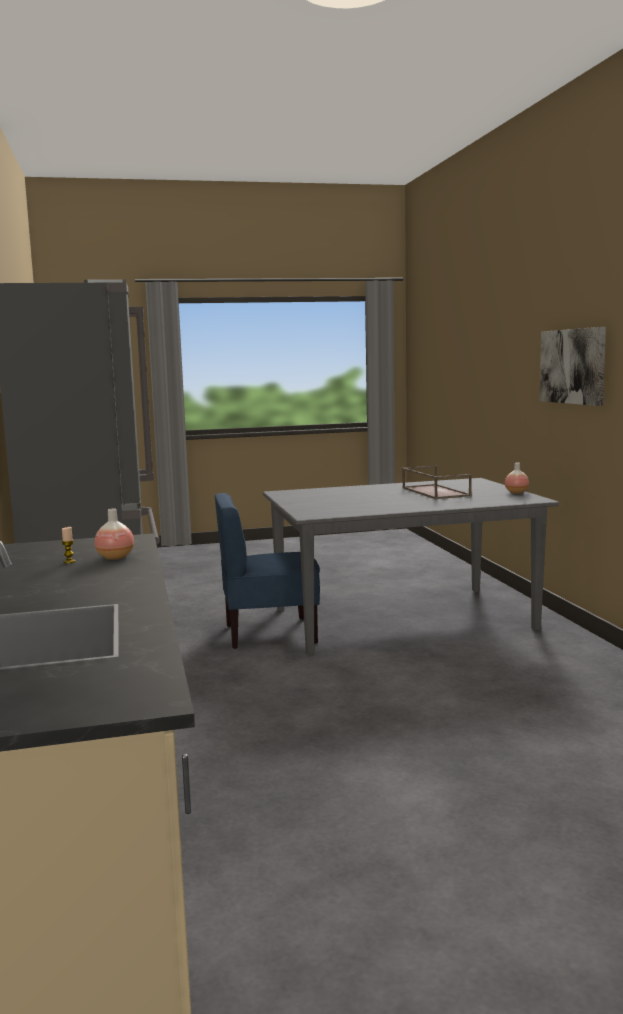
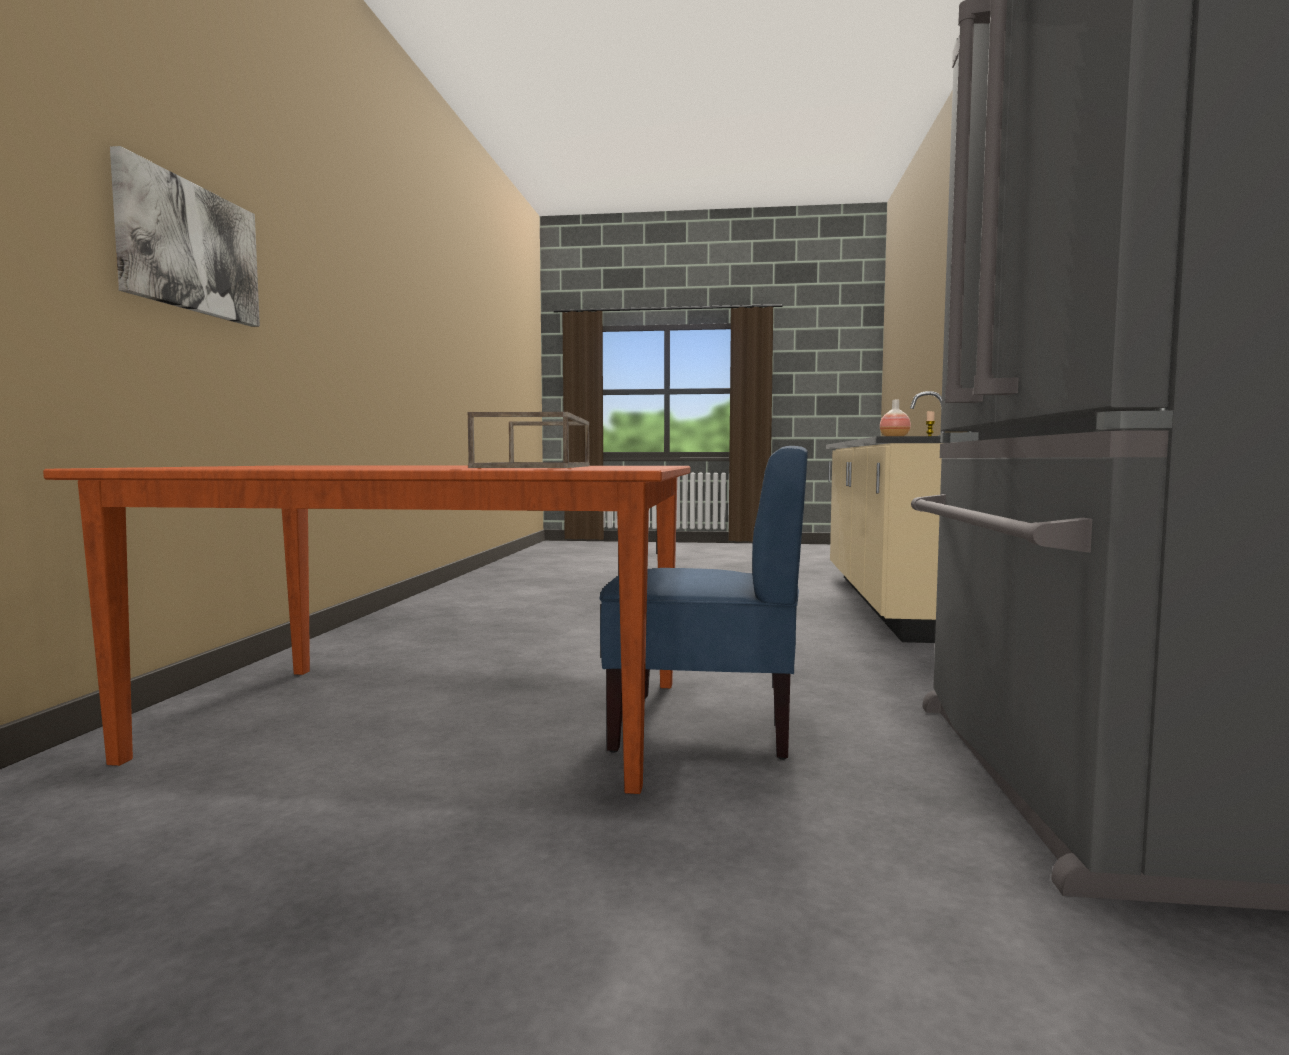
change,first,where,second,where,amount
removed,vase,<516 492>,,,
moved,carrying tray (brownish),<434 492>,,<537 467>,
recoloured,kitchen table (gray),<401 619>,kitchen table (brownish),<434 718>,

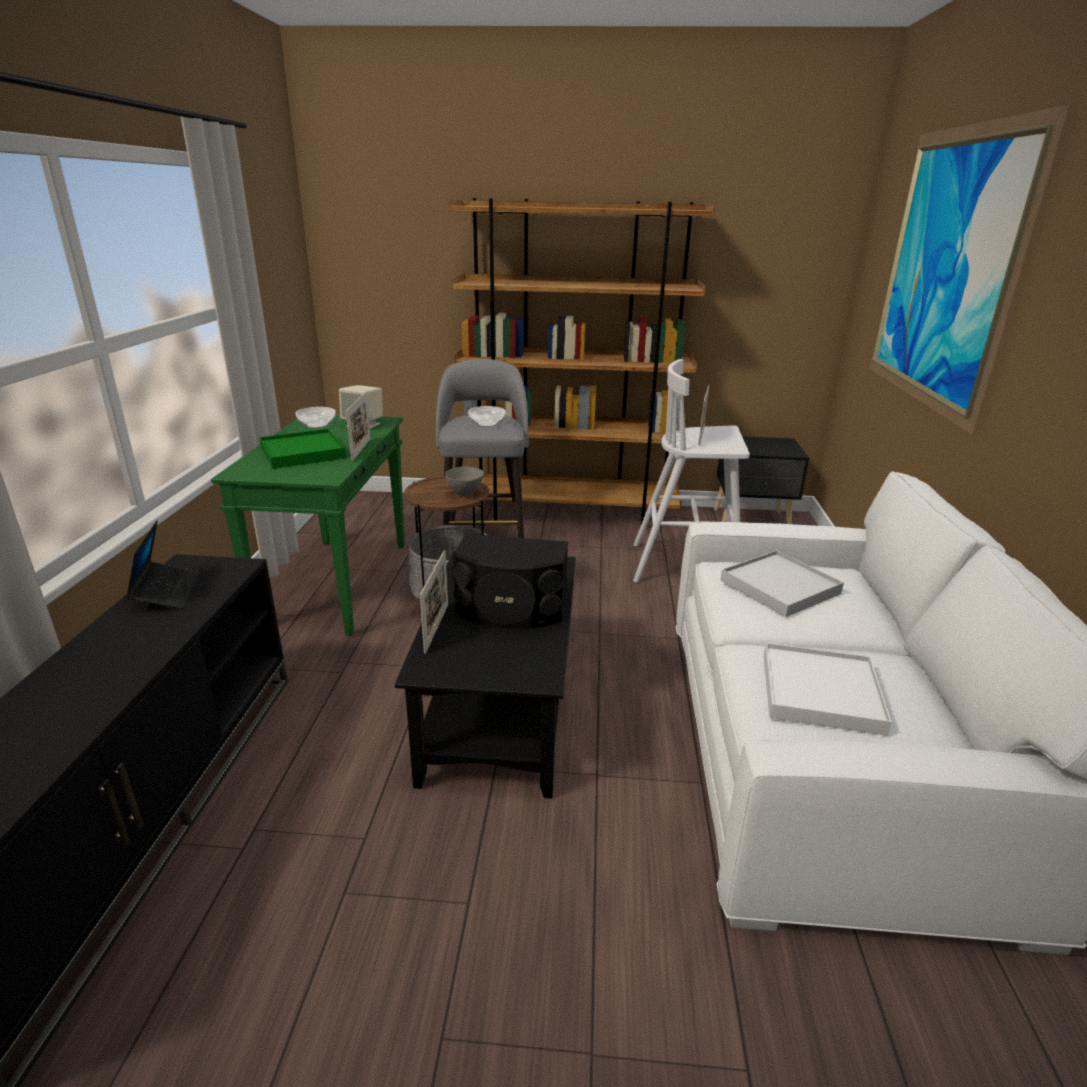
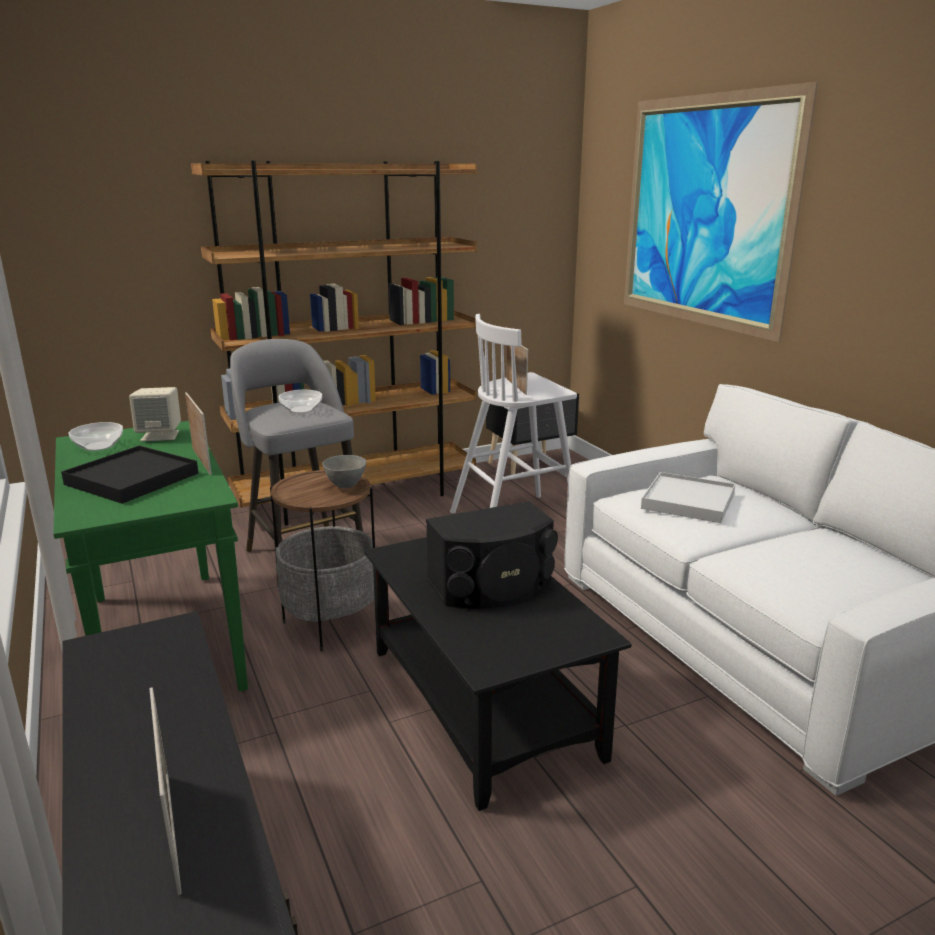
change,first,where,second,where,amount
removed,notebook computer,<166 592>,,,
removed,carrying tray (whitish),<820 692>,,,
moved,standing frame,<436 628>,,<172 830>,
recoloured,carrying tray (green),<302 453>,carrying tray (blackish),<132 479>,

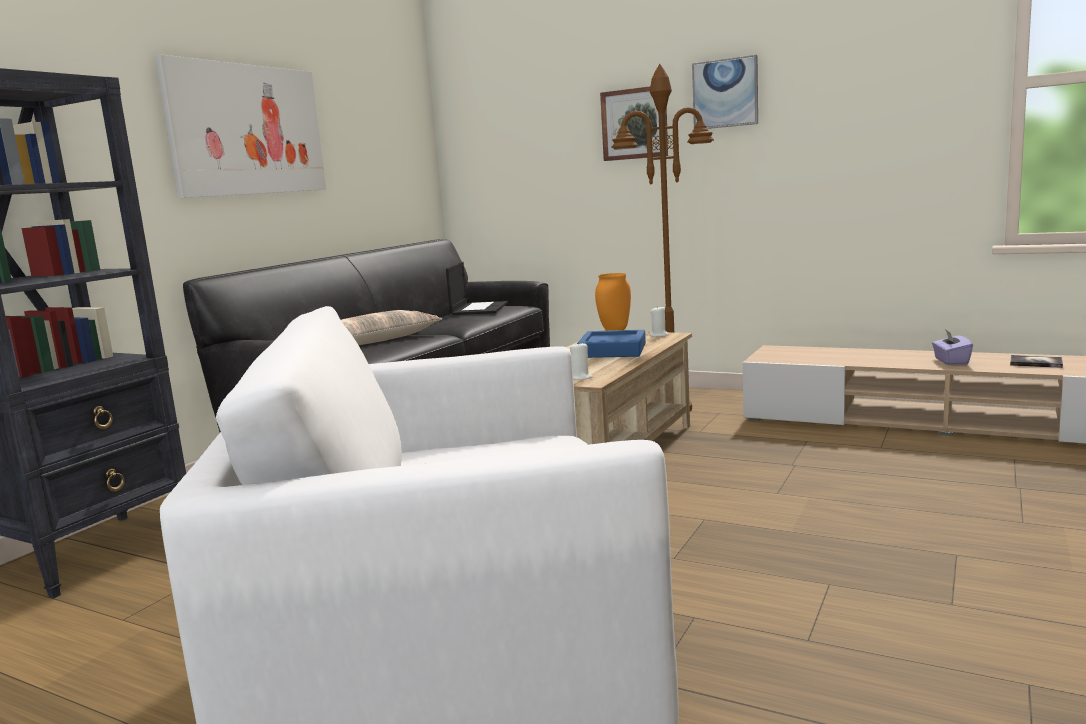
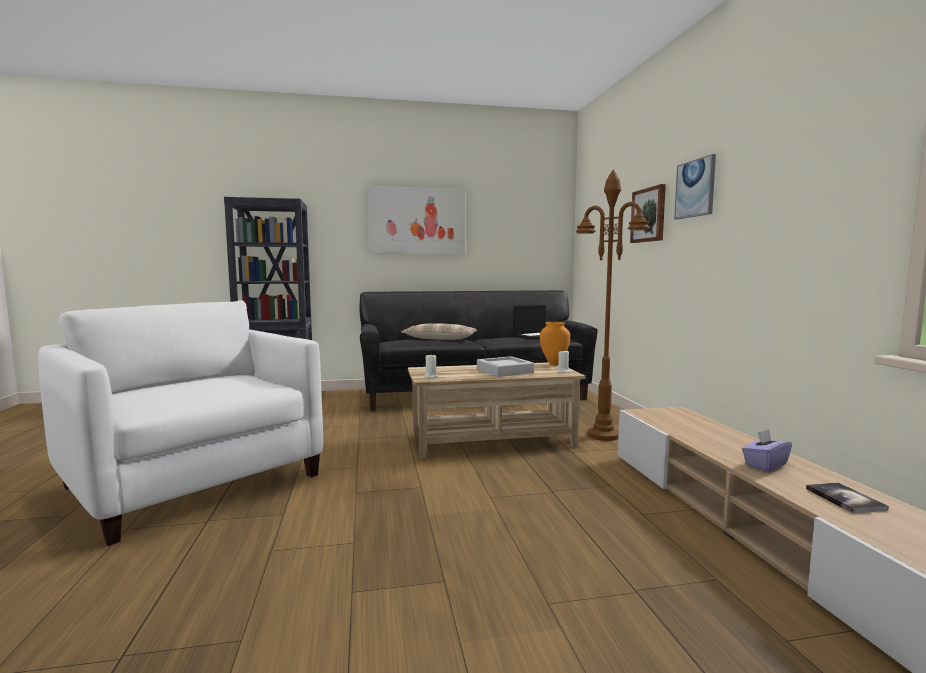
change,first,where,second,where,amount
recoloured,carrying tray (blue-coloured),<612 350>,carrying tray (gray),<504 371>,

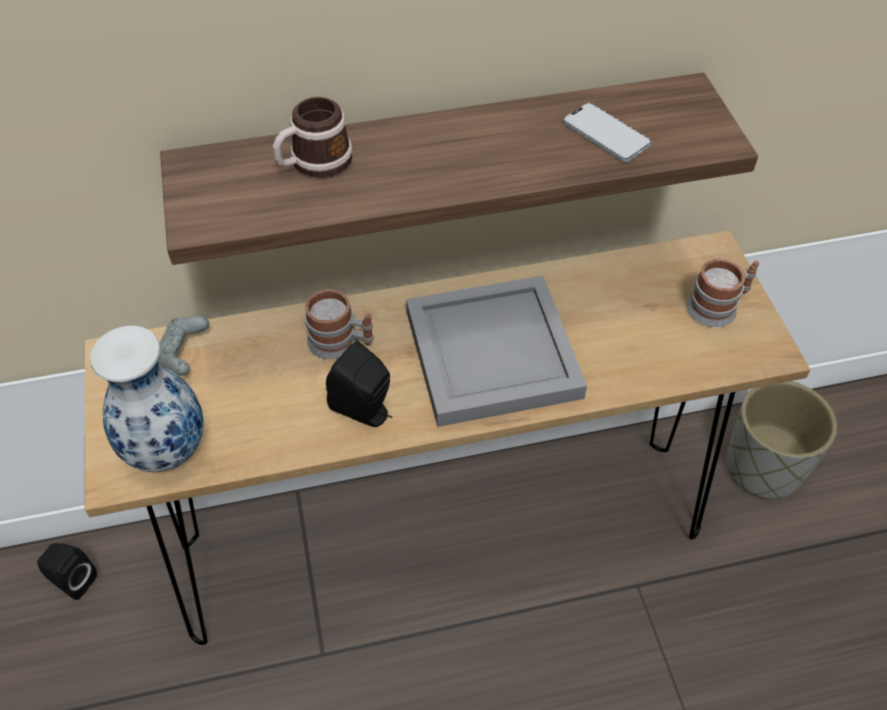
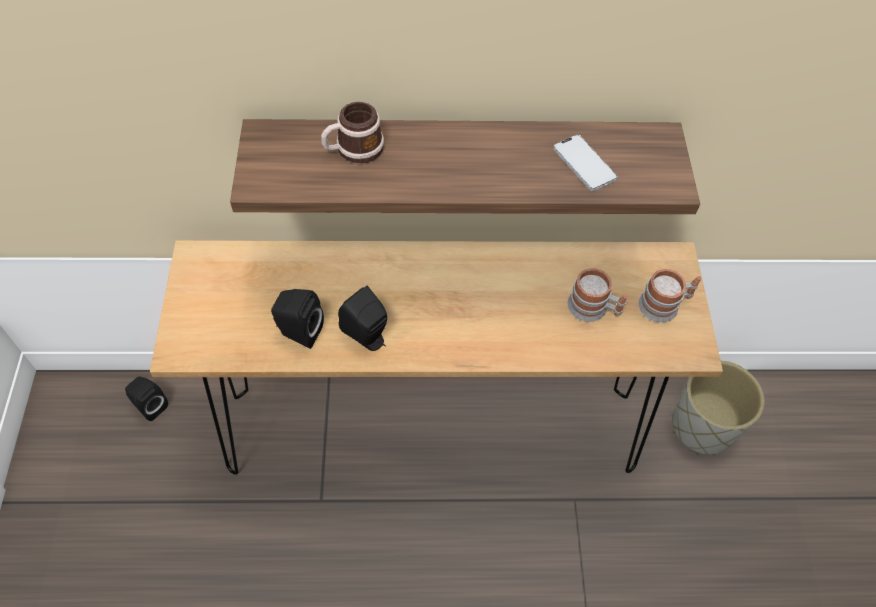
change,first,where,second,where,amount
removed,vase,<168 451>,,,
removed,game controller (gray),<182 356>,,,
removed,carrying tray (gray),<489 352>,,,
added,,,speaker (blackish),<298 332>,
moved,tea mug,<341 342>,,<593 308>,

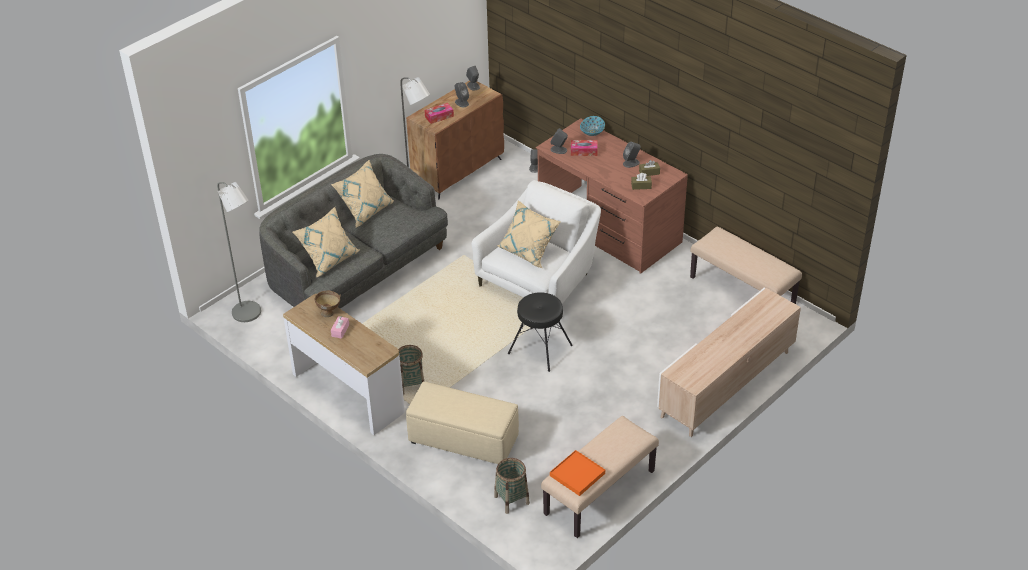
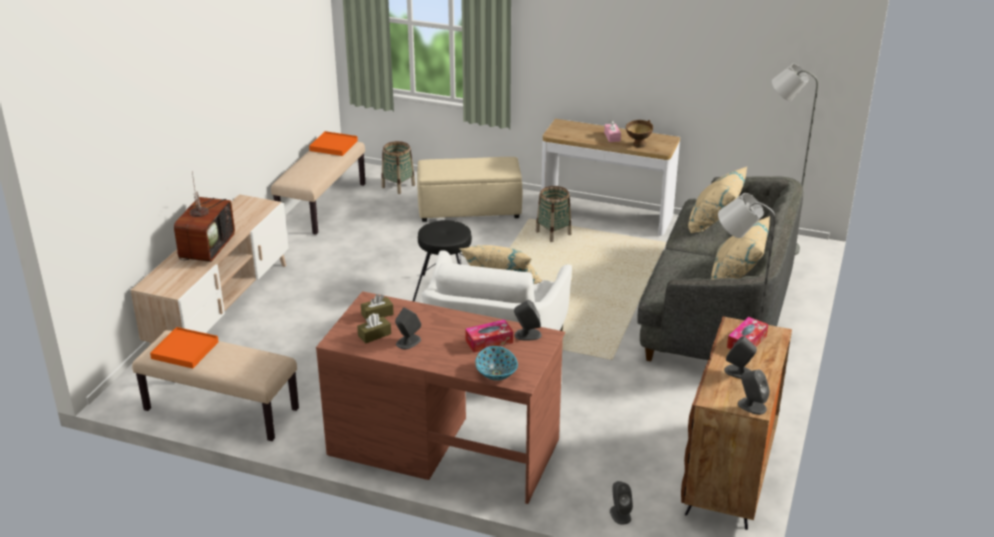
change,first,where,second,where,amount
added,,,carrying tray (orange-coloured),<185 350>,
added,,,TV set,<206 247>,

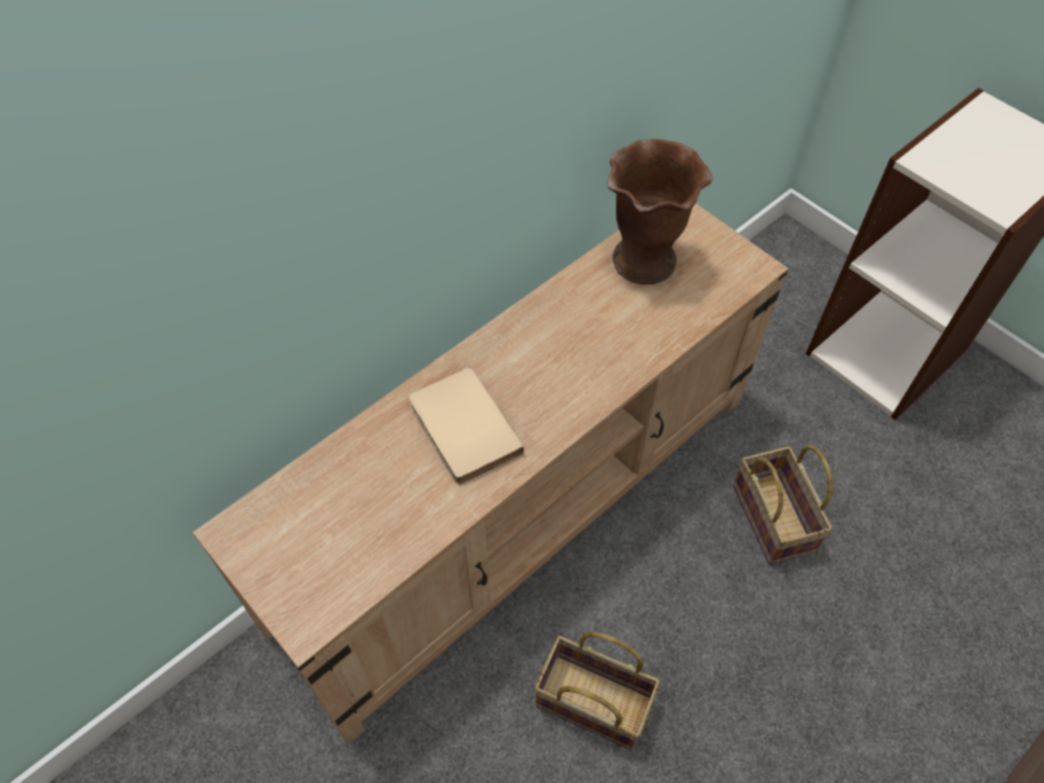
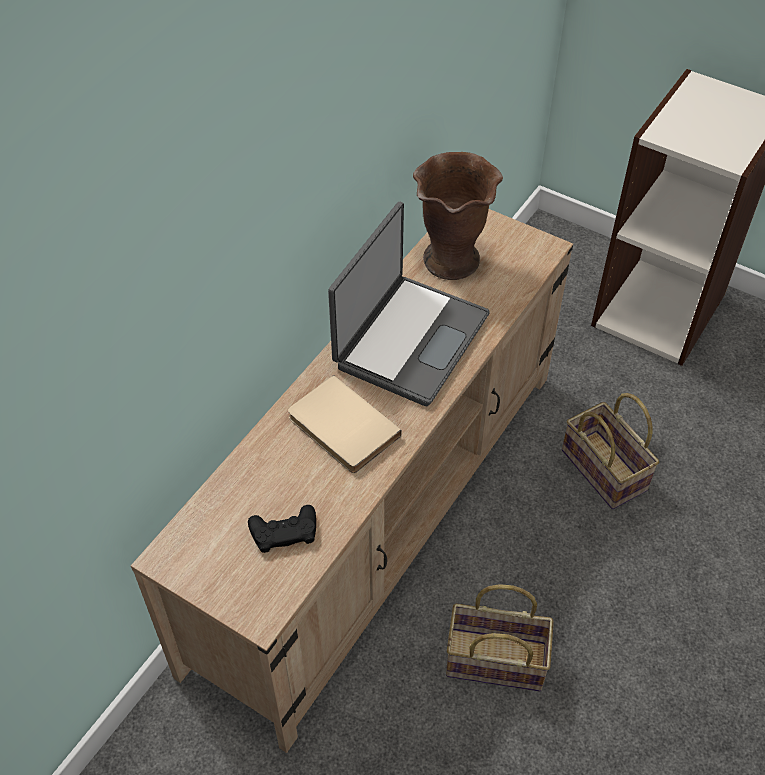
change,first,where,second,where,amount
added,,,game controller (blackish),<284 531>,
added,,,notebook computer,<409 339>,

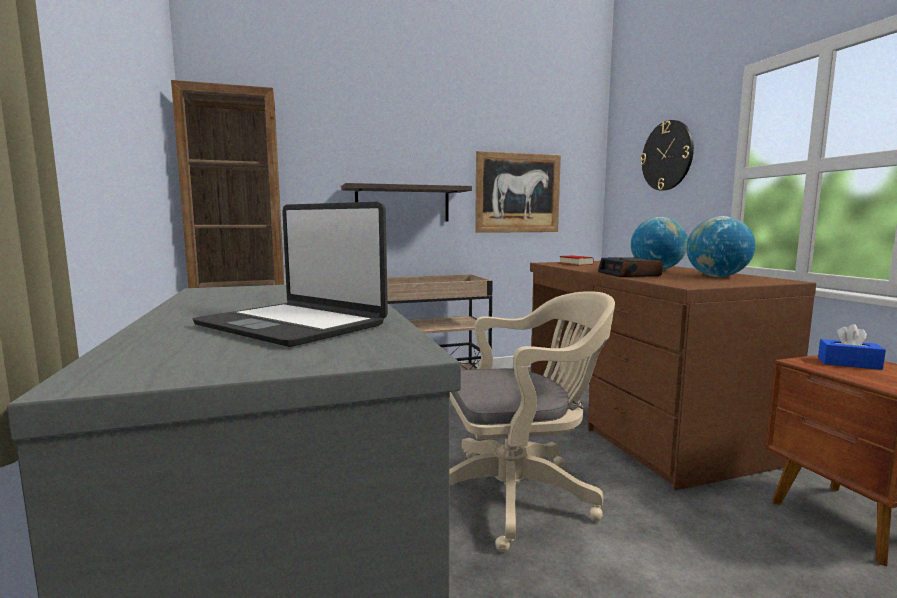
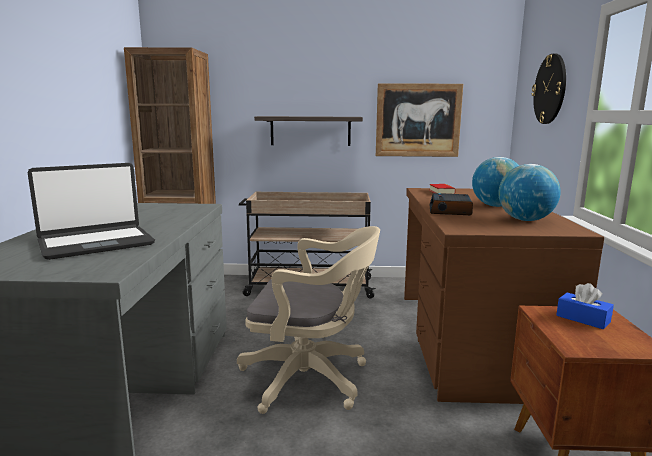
change,first,where,second,where,amount
turned,notebook computer,<293 325>,,<96 243>,90 degrees counterclockwise

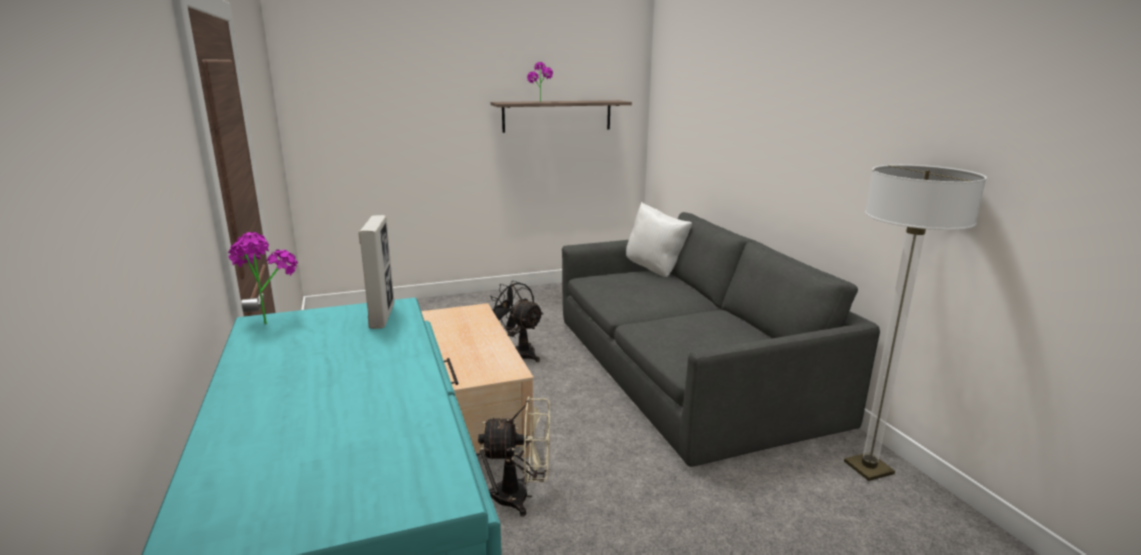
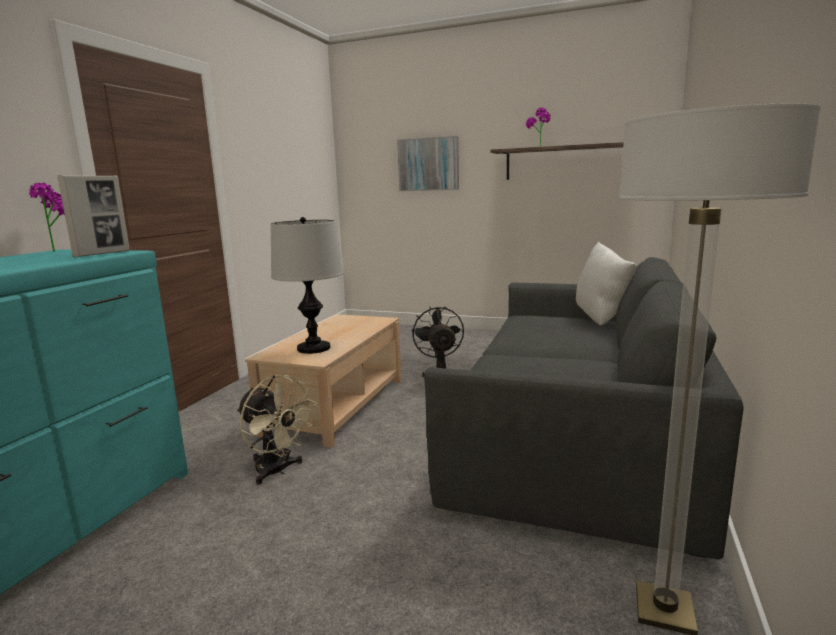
change,first,where,second,where,amount
added,,,table lamp,<313 348>,
added,,,wall art,<428 164>,

